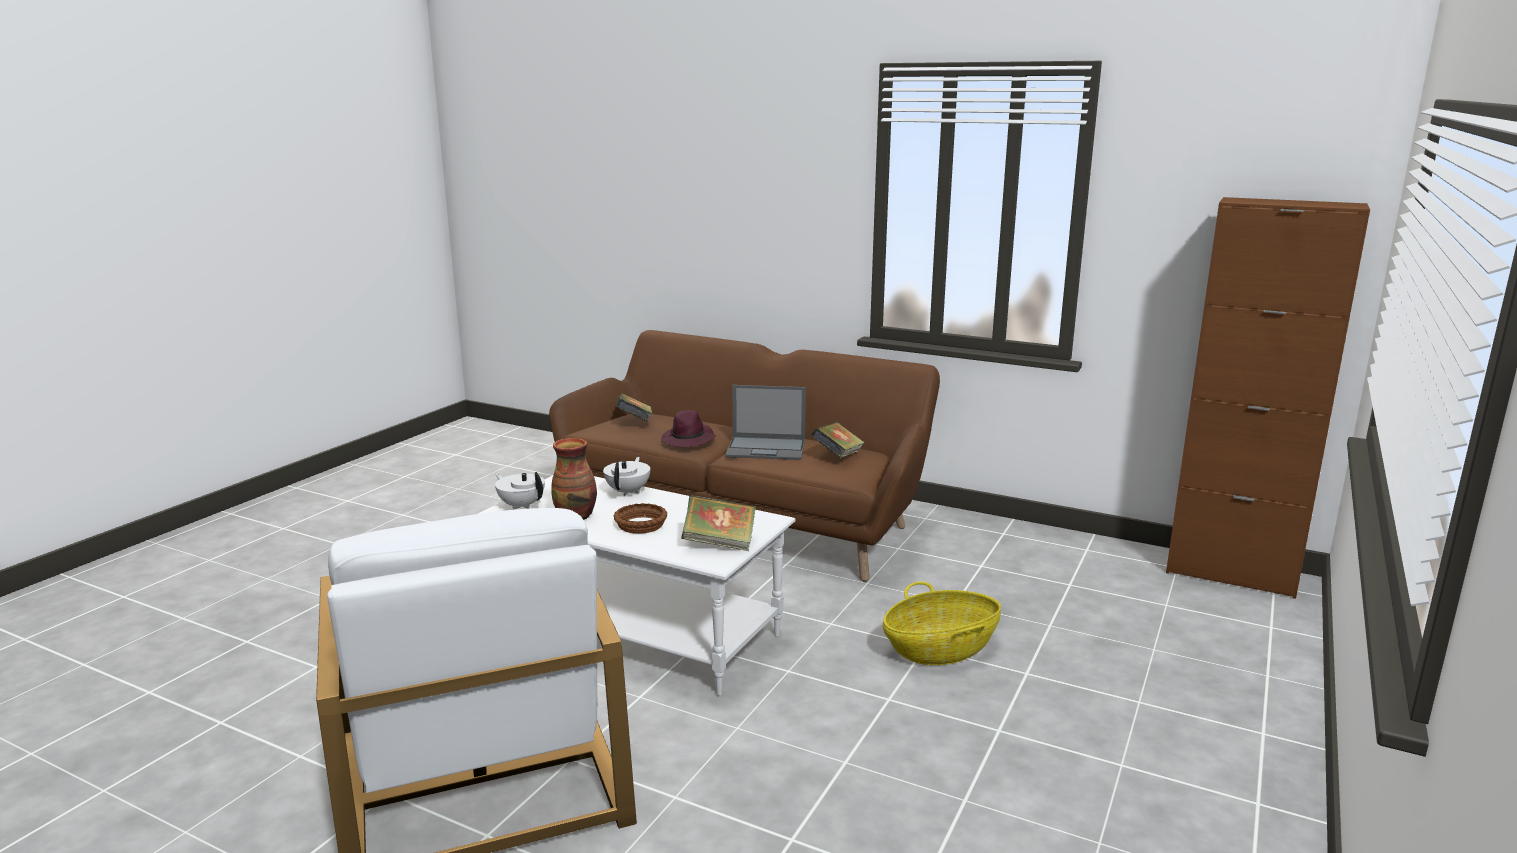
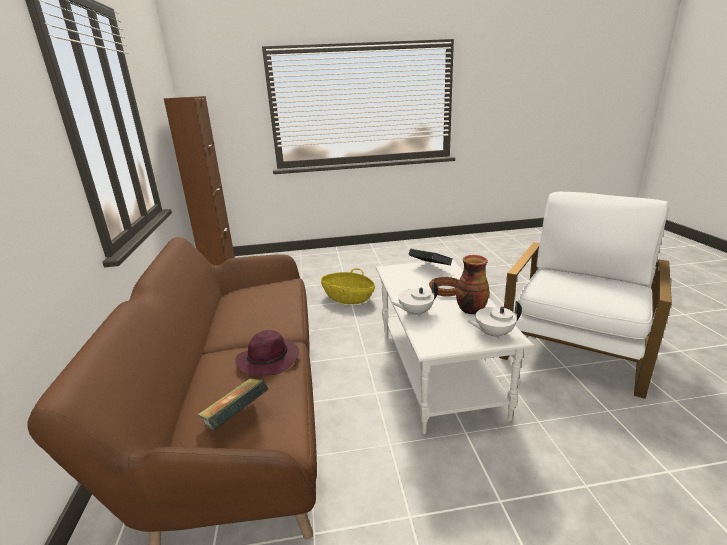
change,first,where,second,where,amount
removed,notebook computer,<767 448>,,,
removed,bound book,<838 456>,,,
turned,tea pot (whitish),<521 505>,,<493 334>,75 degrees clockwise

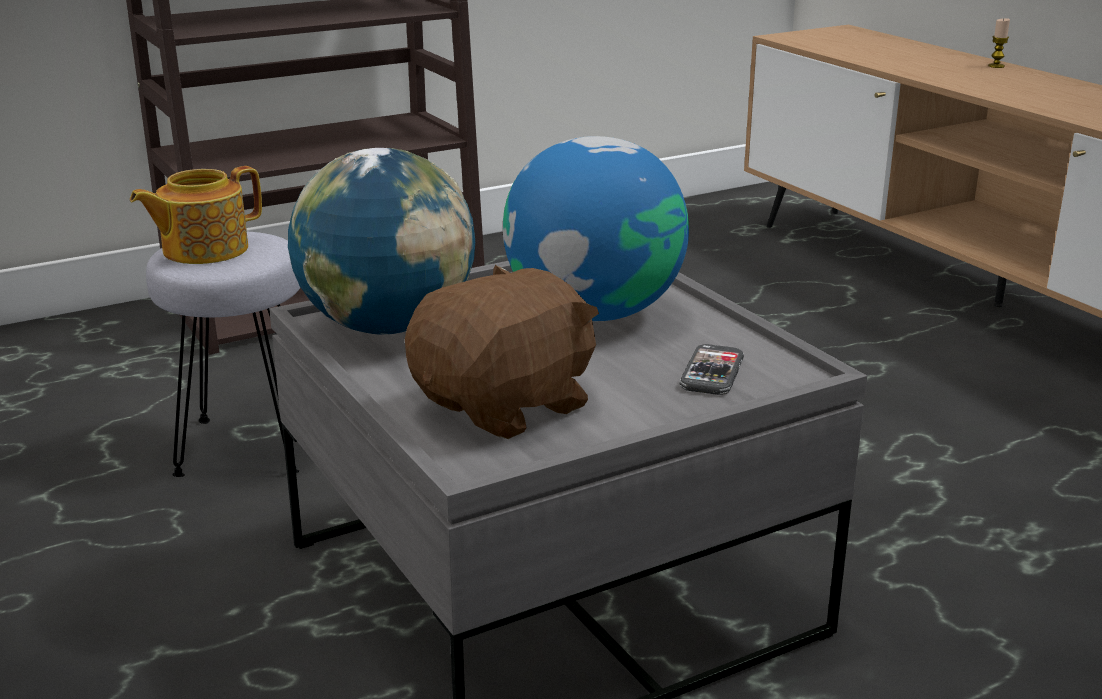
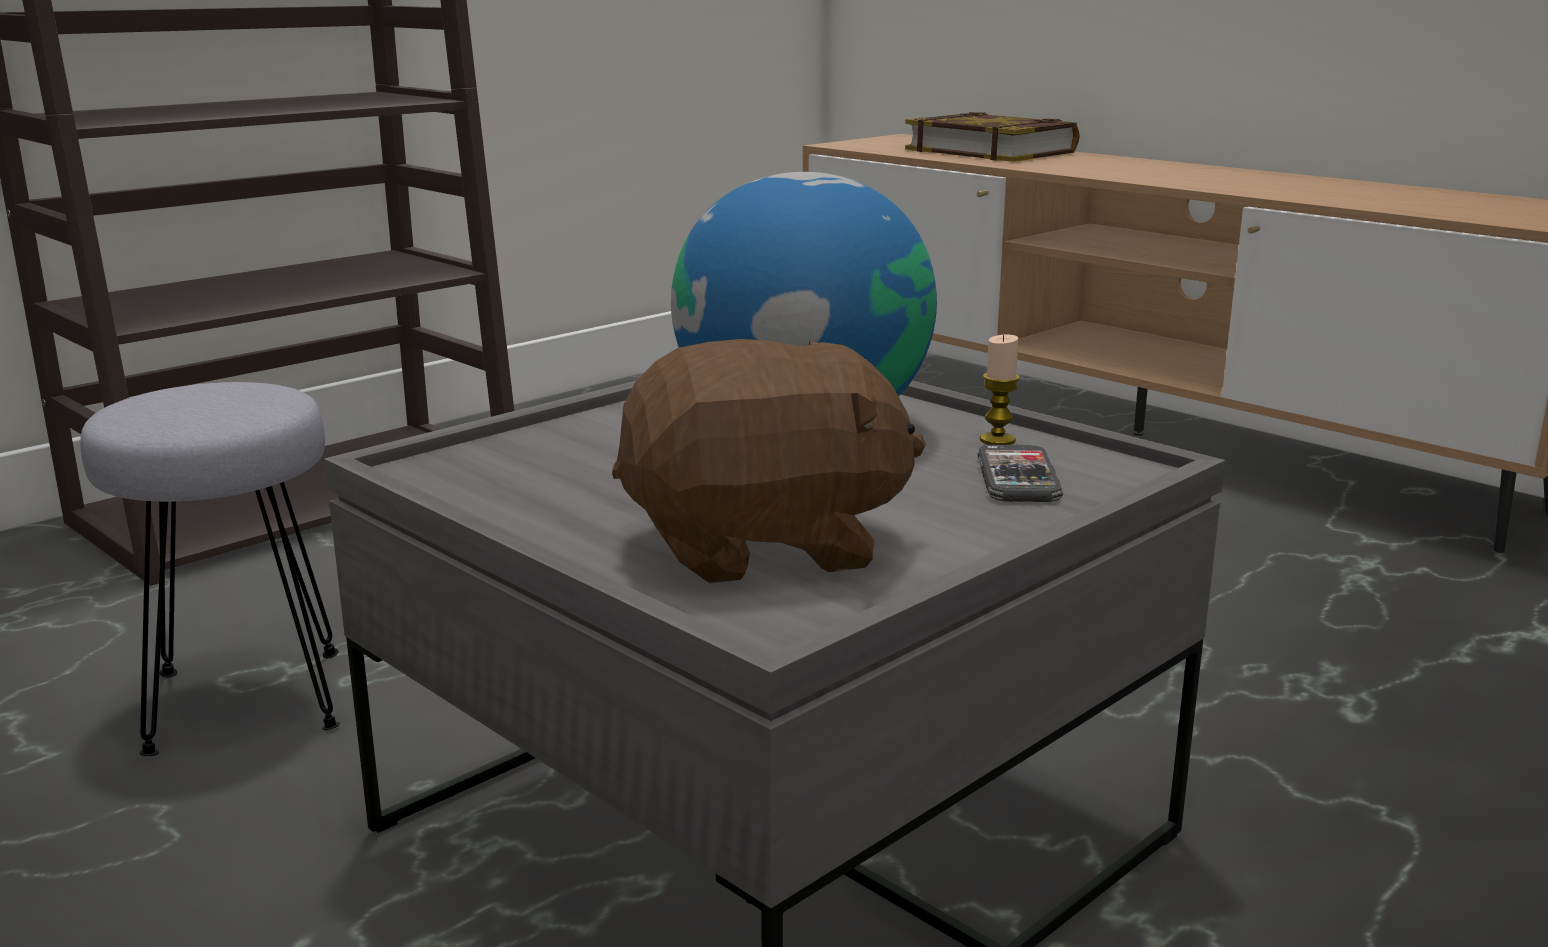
change,first,where,second,where,amount
removed,tea pot,<203 250>,,,
removed,world globe,<387 327>,,,
added,,,bound book,<991 151>,
moved,wax light,<996 66>,,<997 440>,
turned,soft toy (brownish),<506 406>,,<764 545>,45 degrees clockwise

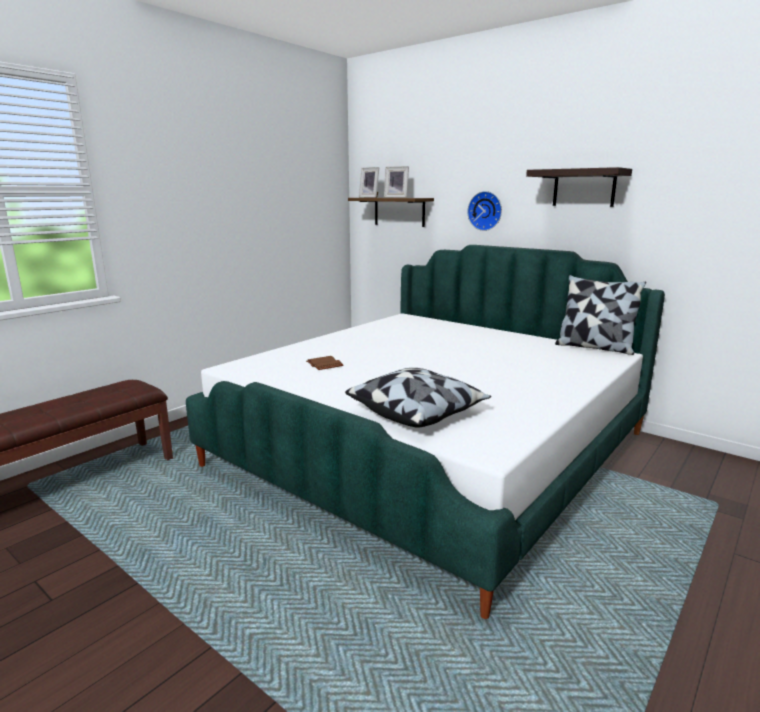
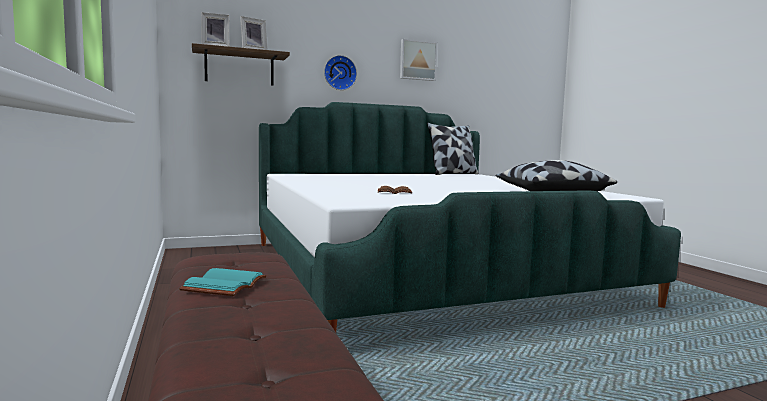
change,first,where,second,where,amount
added,,,bound book (turquoise-coloured),<226 285>,
replaced,shelf,<584 188>,wall art,<417 60>,

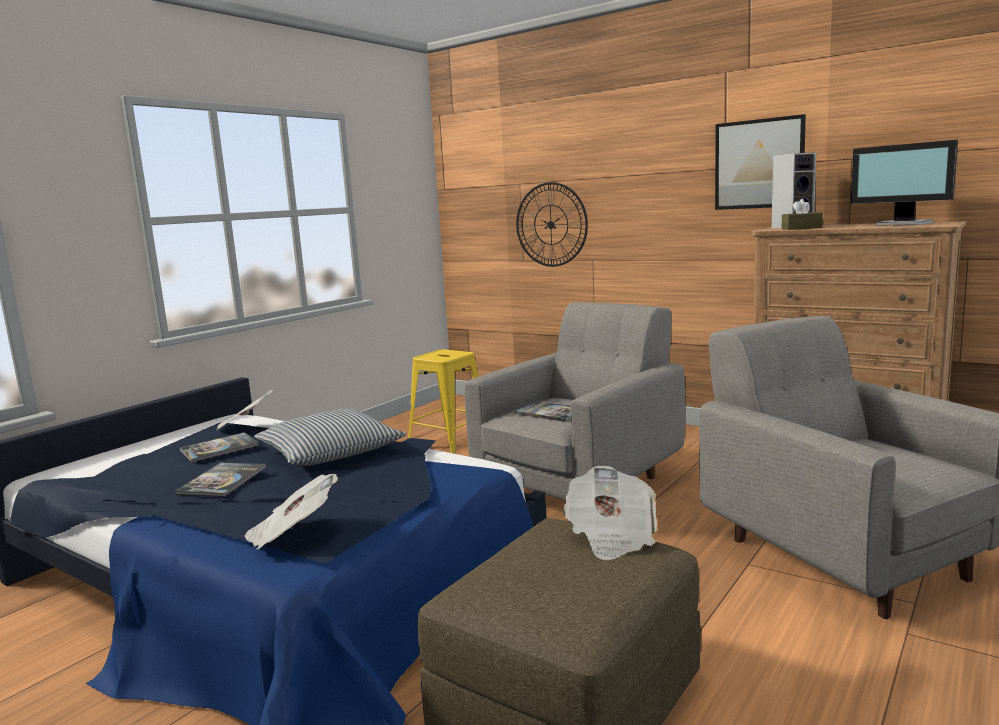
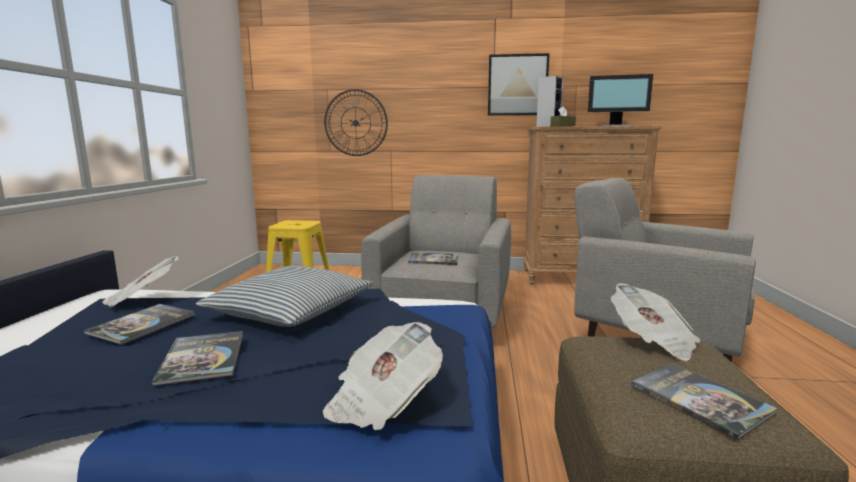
change,first,where,second,where,amount
added,,,bound book,<700 399>,

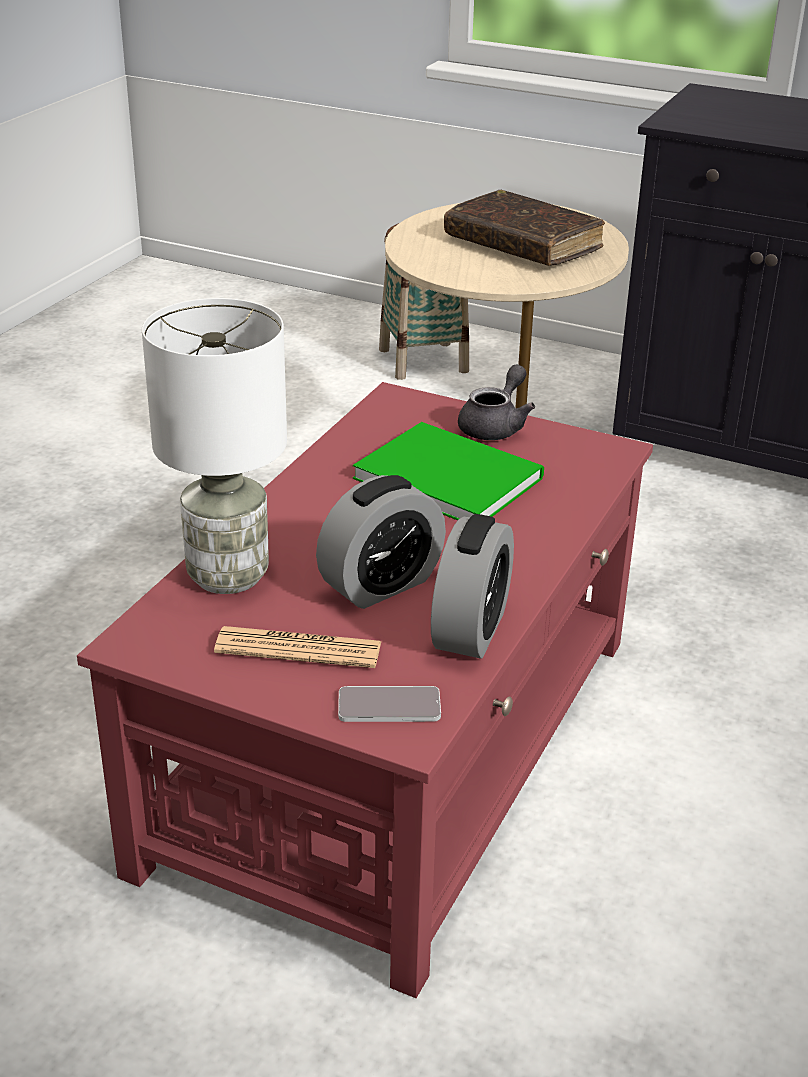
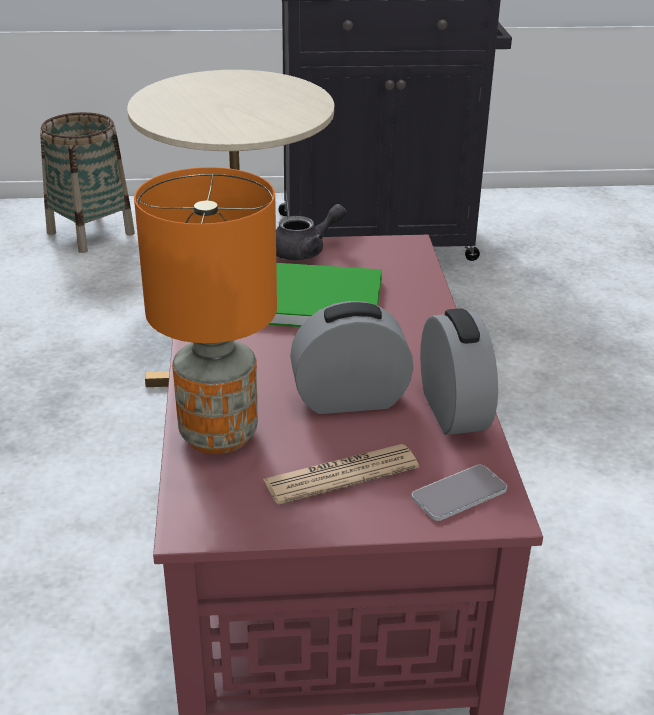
change,first,where,second,where,amount
removed,bound book (brownish),<522 244>,,,
recoloured,table lamp (whitish),<228 576>,table lamp (orange-coloured),<219 436>,
turned,table clock,<381 584>,,<350 399>,120 degrees counterclockwise
turned,tea pot (gray),<495 426>,,<305 251>,60 degrees clockwise

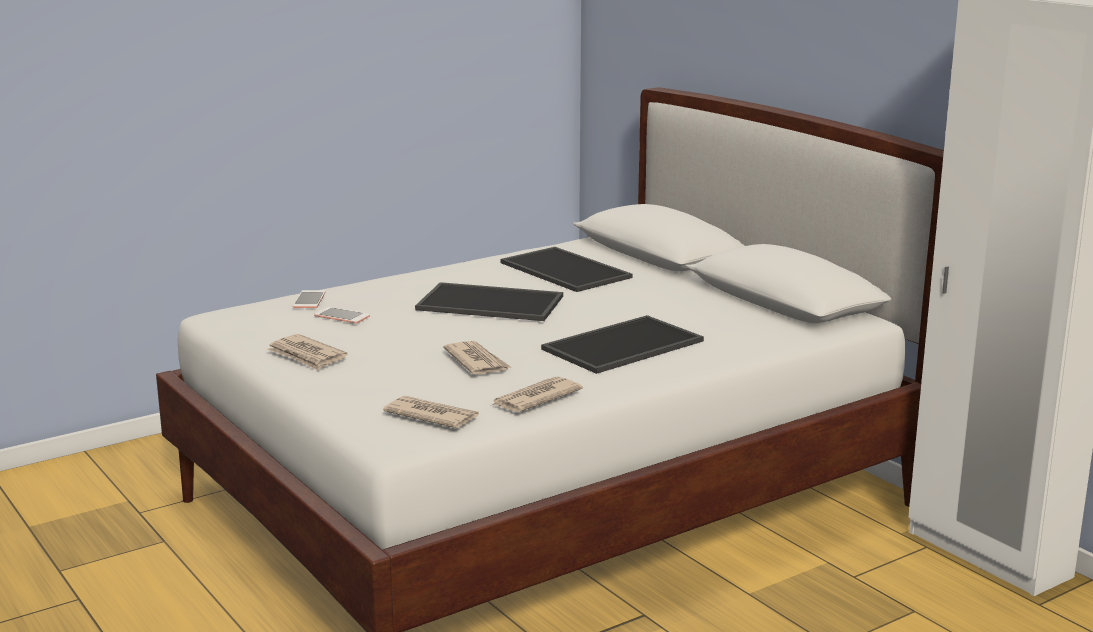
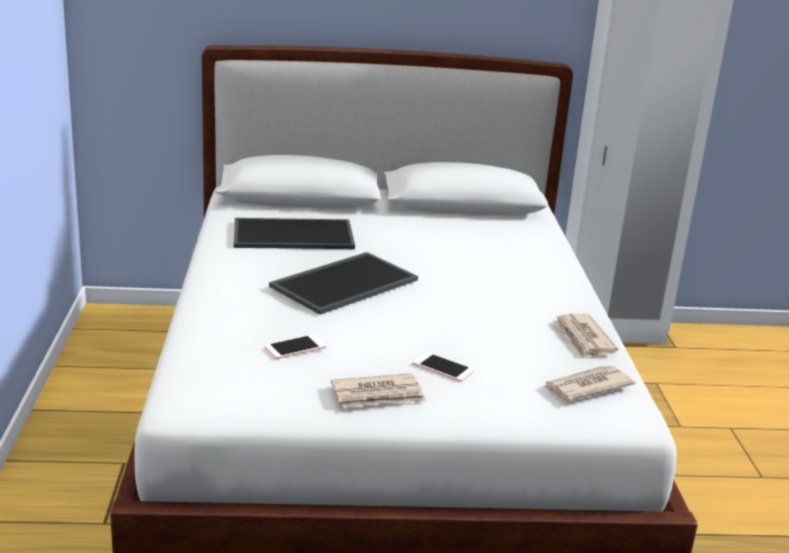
change,first,where,second,where,amount
removed,daily paper,<477 361>,,,
removed,carrying tray,<623 346>,,,
moved,telephone,<309 300>,,<442 367>,

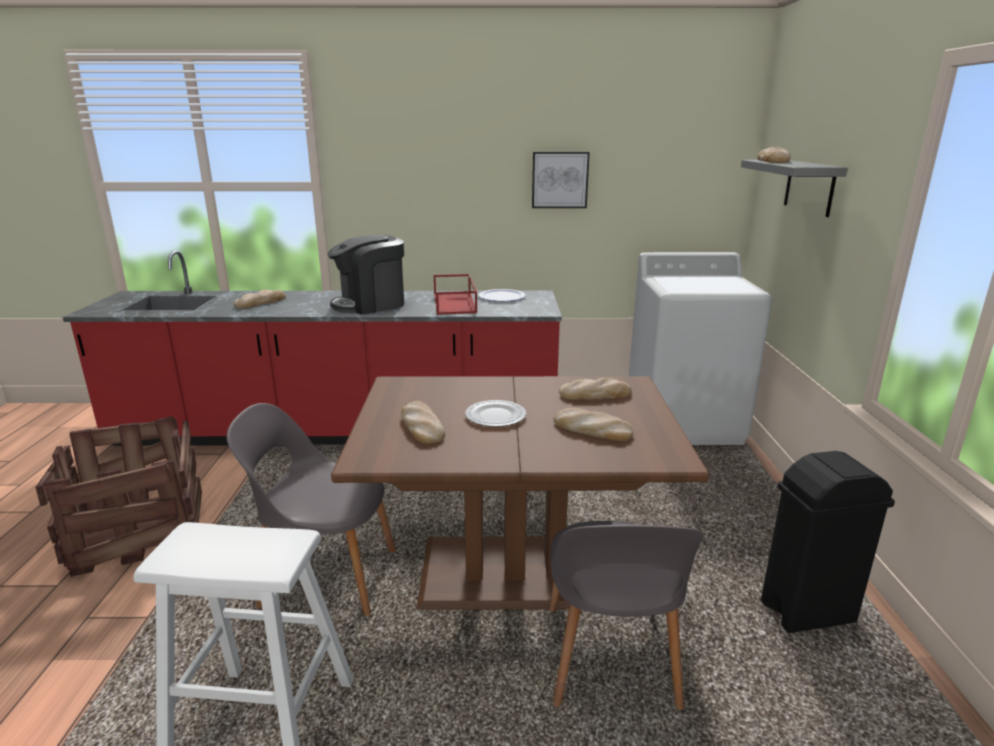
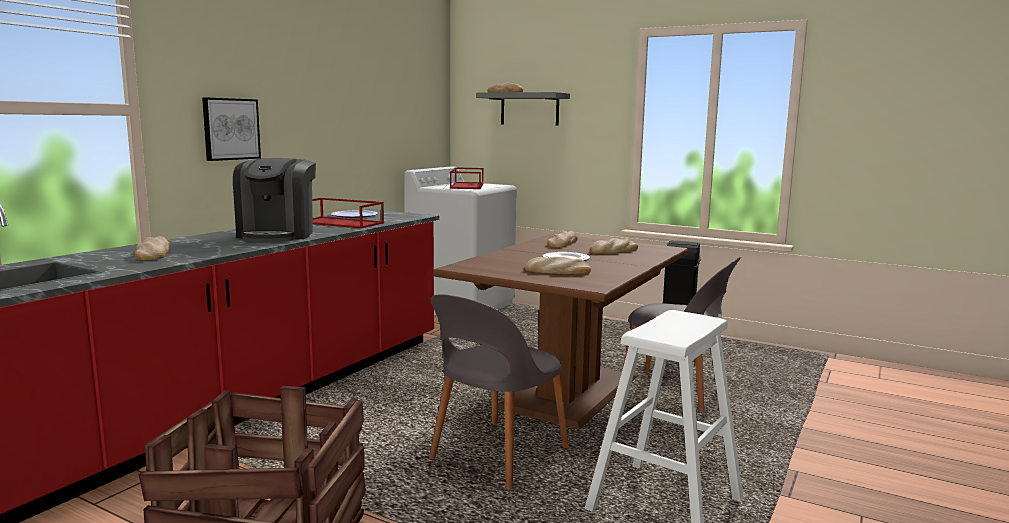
change,first,where,second,where,amount
added,,,carrying tray (red),<466 186>,
moved,wall art,<559 180>,,<231 129>,

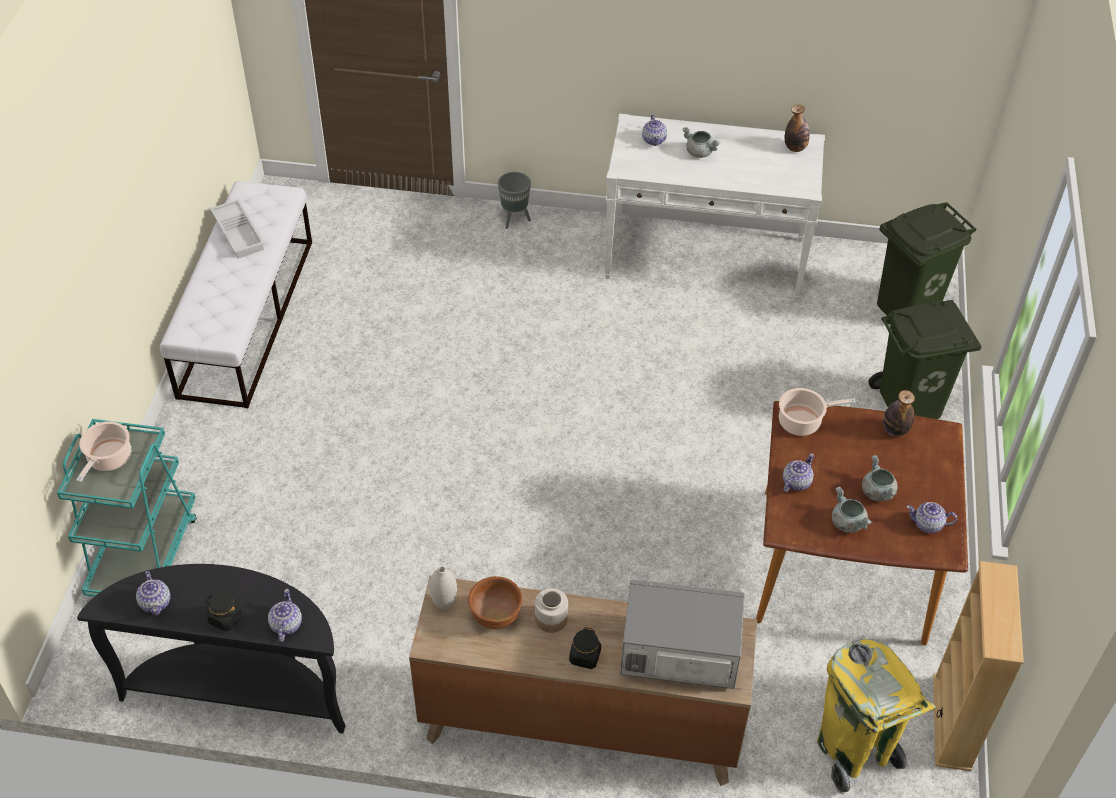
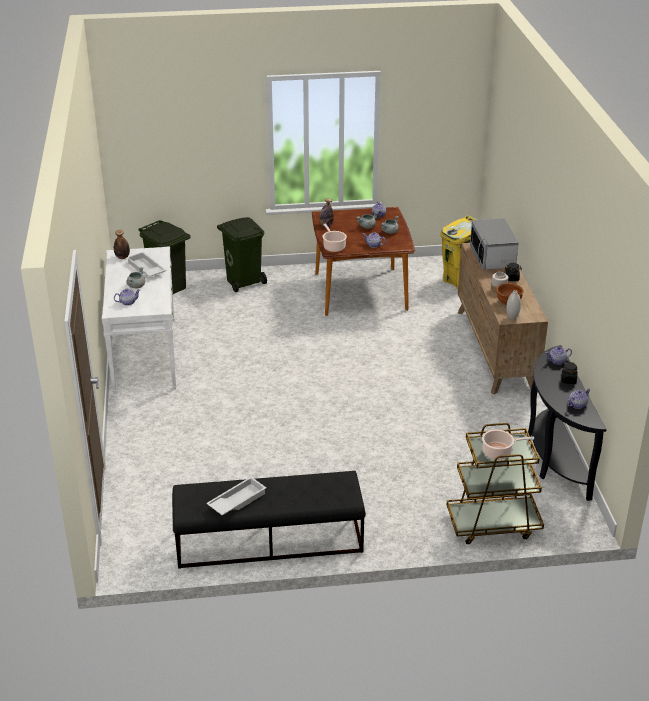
change,first,where,second,where,amount
removed,flower pot (gray),<515 220>,,,
removed,bookcase (sand-coloured),<952 722>,,,
added,,,carrying tray (whitish),<145 269>,
recoloured,trolley (turquoise-coloured),<144 553>,trolley (brownish),<493 524>,
recoloured,bench (whitish),<247 316>,bench (blackish),<268 540>,

